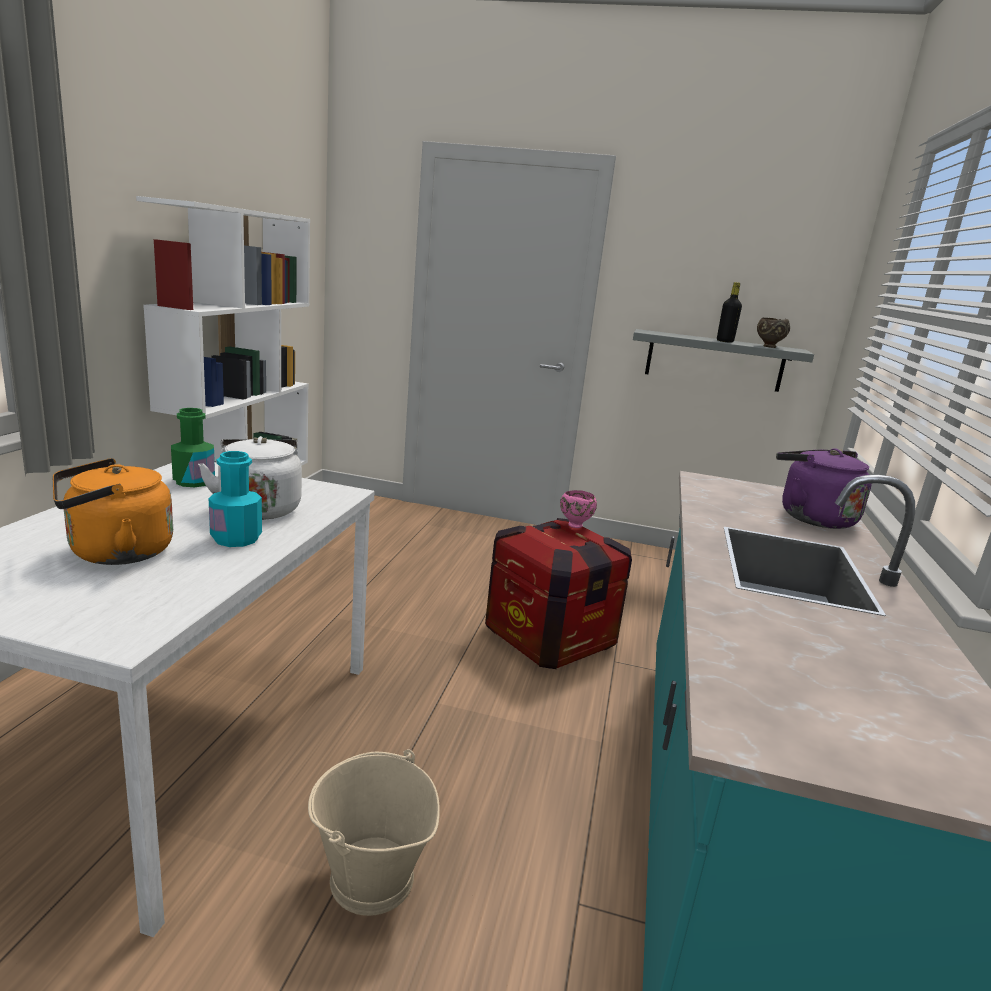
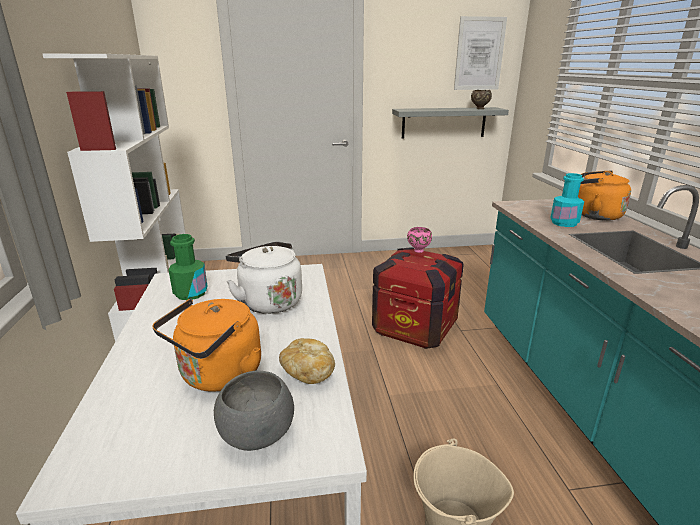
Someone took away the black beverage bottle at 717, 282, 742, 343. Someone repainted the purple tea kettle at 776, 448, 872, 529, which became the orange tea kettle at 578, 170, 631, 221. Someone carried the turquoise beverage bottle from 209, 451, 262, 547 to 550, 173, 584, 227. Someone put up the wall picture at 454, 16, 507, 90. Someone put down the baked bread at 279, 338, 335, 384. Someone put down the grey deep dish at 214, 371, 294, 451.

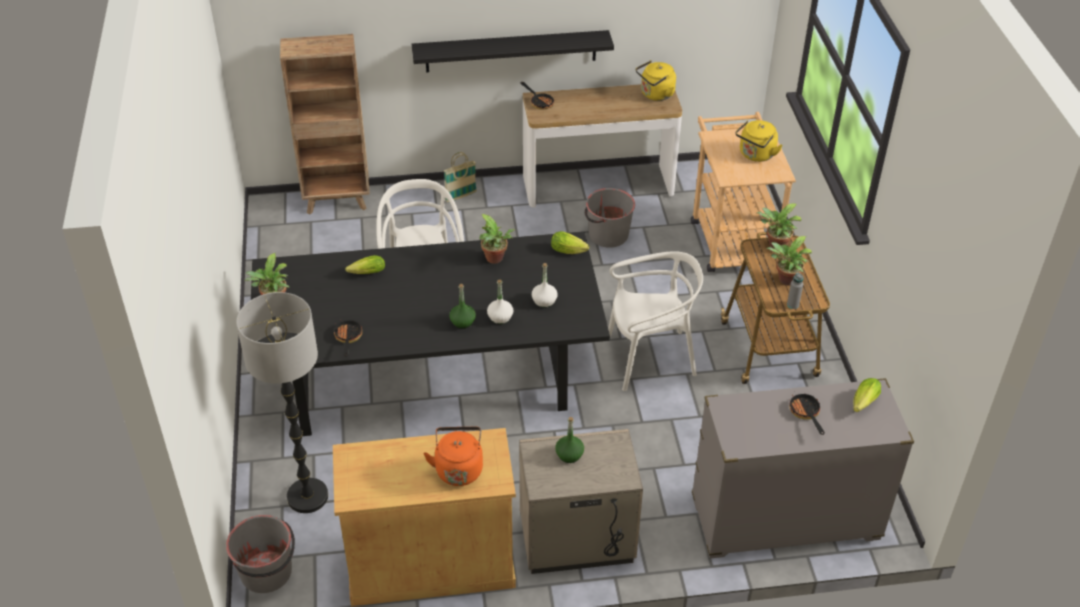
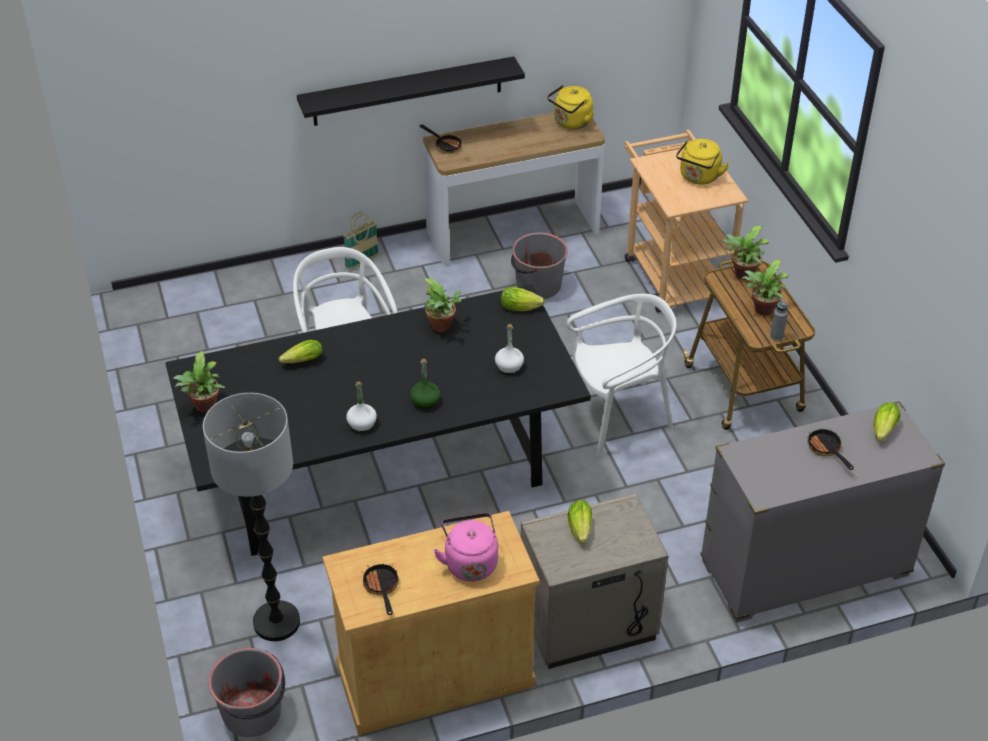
Someone took away the brown-coloured shelving unit at 280, 34, 370, 215. Someone carried the white beverage bottle from 487, 280, 513, 324 to 346, 381, 377, 432. Someone carried the pan from 334, 320, 362, 356 to 362, 564, 399, 615. Someone swapped the green beverage bottle at 555, 417, 584, 463 for the lettuce head at 567, 500, 592, 544. Someone repainted the orange tea kettle at 424, 427, 483, 486, which became the pink tea kettle at 434, 513, 498, 581.

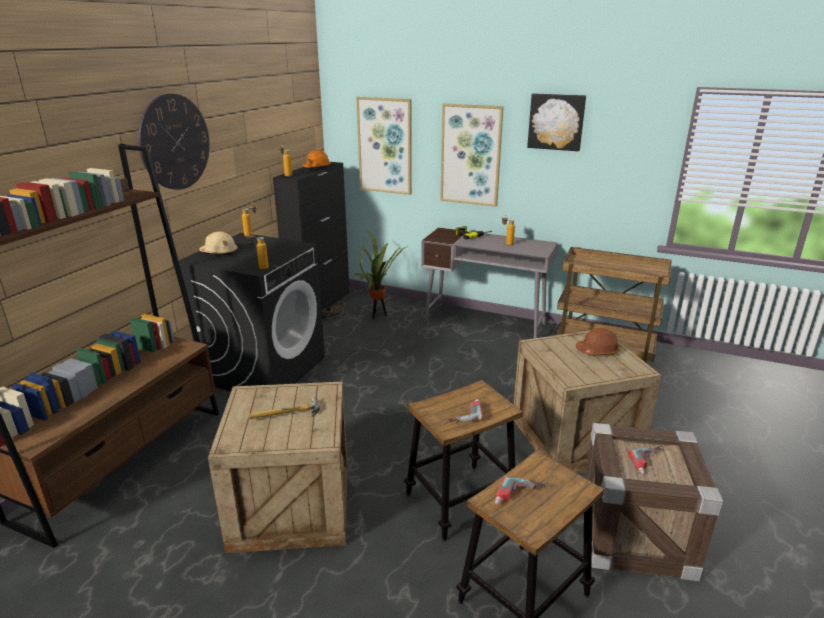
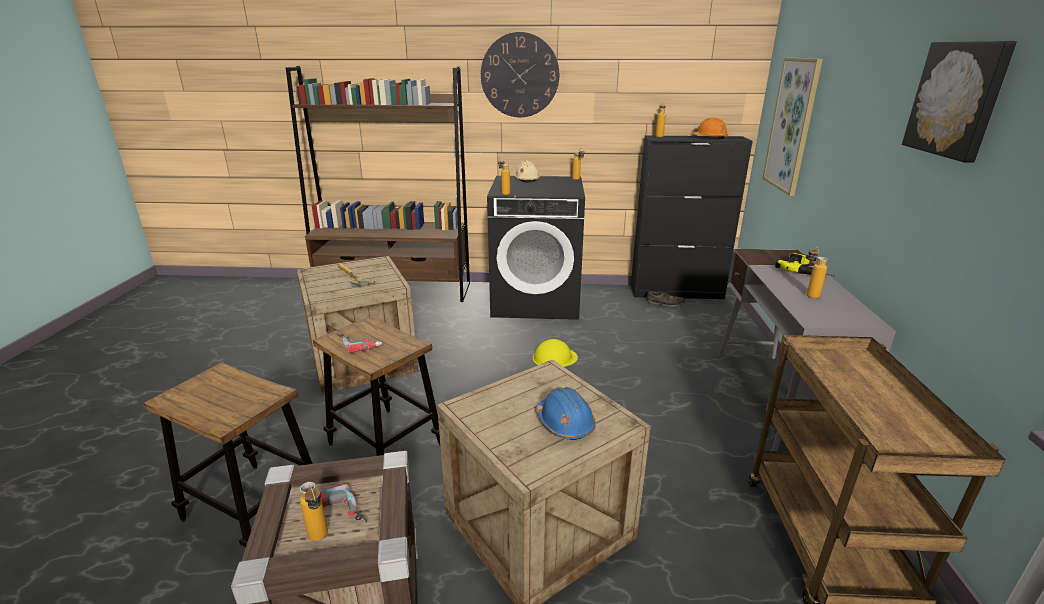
Someone took away the wall picture at 440, 104, 504, 207. Someone took away the plant in a pot at 354, 230, 408, 319. Someone repainted the brown-coloured safety helmet at 576, 328, 620, 355, which became the blue safety helmet at 536, 387, 596, 440. Someone took away the drill at 495, 476, 550, 505. Someone put down the yellowish safety helmet at 533, 339, 578, 367. Someone put down the beverage bottle at 300, 482, 328, 541.

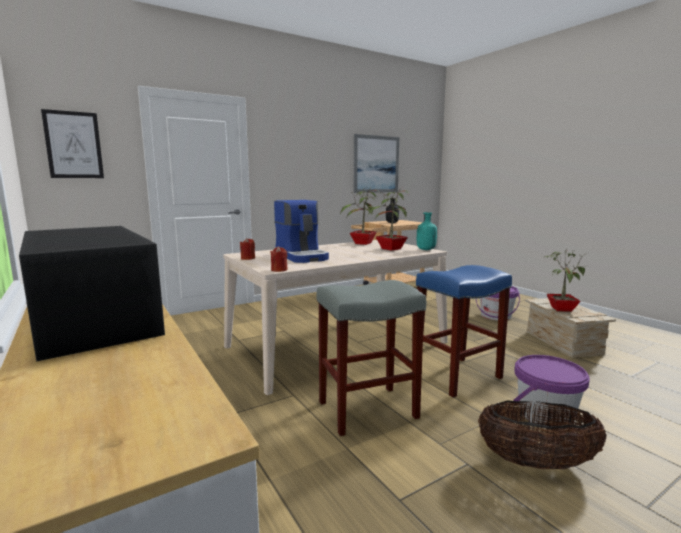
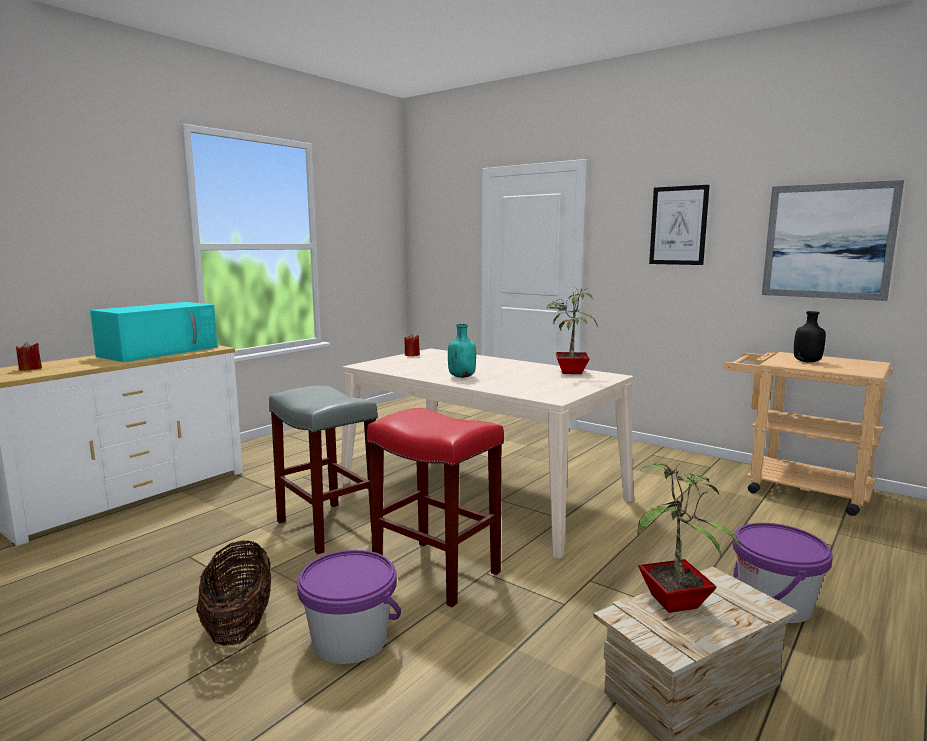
Someone carried the wall picture from 41, 109, 104, 178 to 649, 185, 710, 265. Someone took away the plant in a pot at 368, 188, 409, 251. Someone took away the coffee brewer at 274, 200, 329, 263. Someone carried the turquoise beverage bottle from 417, 212, 437, 250 to 448, 324, 476, 378. Someone repainted the black kitchen microwave at 19, 226, 165, 361, which became the turquoise kitchen microwave at 90, 302, 218, 362. Someone carried the reddish wax light from 270, 247, 288, 272 to 16, 341, 42, 371. Someone repainted the blue stool at 416, 265, 512, 398, which became the reddish stool at 367, 408, 504, 607.

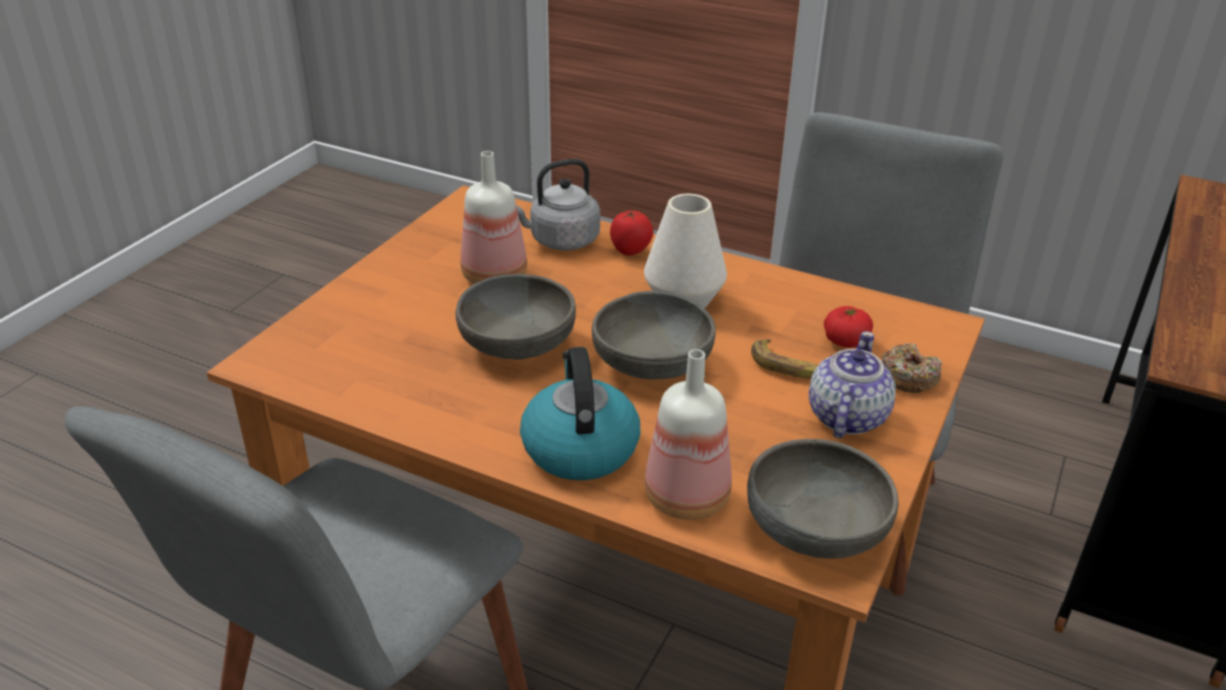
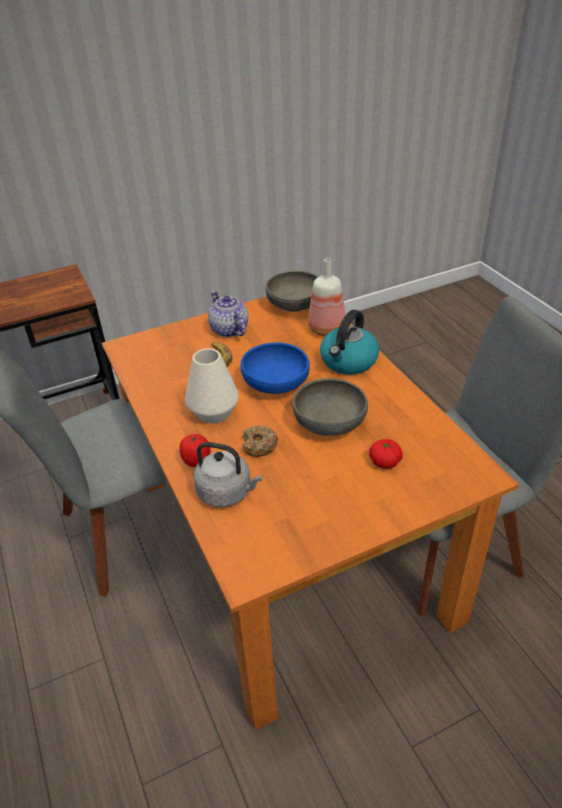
Someone took away the beverage bottle at 461, 151, 527, 284. Someone repainted the grey deep dish at 592, 291, 716, 379, which became the blue deep dish at 240, 342, 310, 394. Someone carried the whole tomato from 824, 306, 873, 348 to 369, 439, 403, 469. Someone rotated the teapot at 809, 331, 896, 438 by 90 degrees clockwise. Someone carried the donut from 881, 343, 942, 393 to 243, 425, 278, 457.

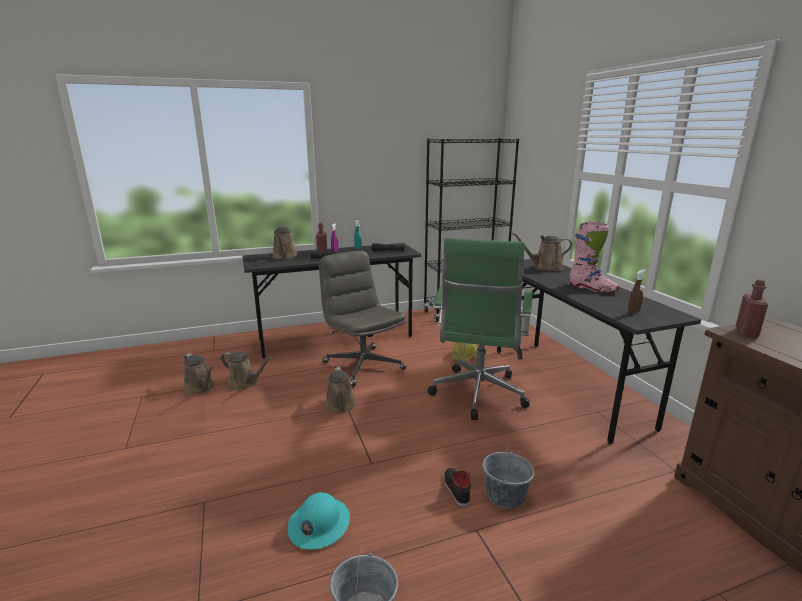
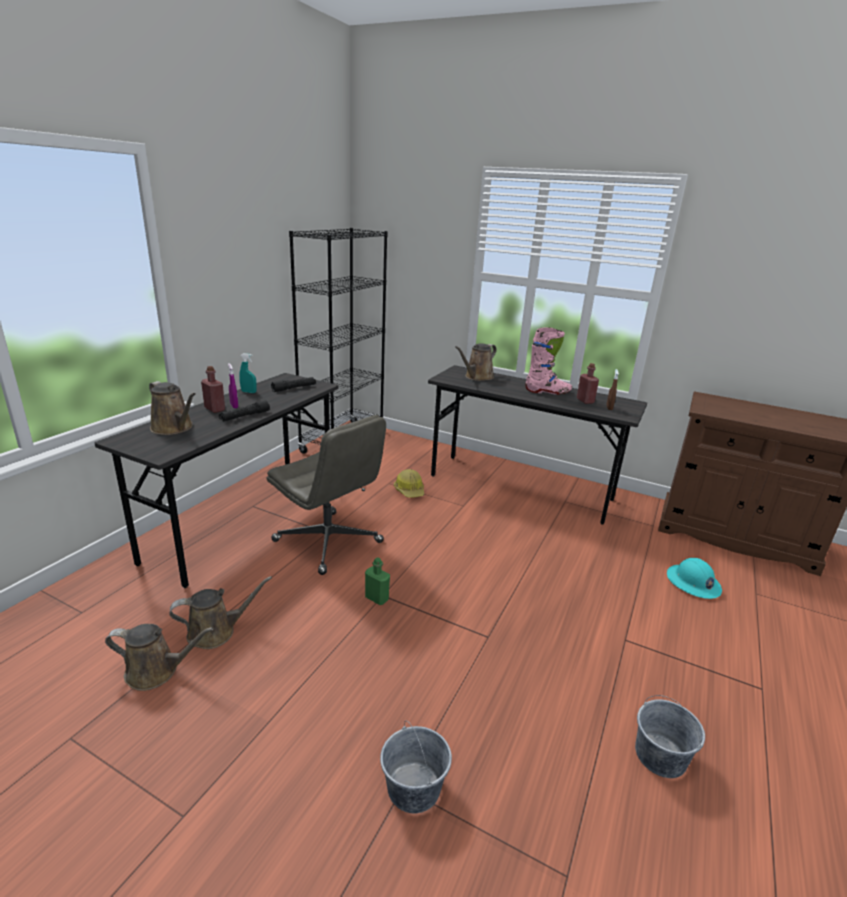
Someone took away the green desk chair at 427, 237, 533, 420. Someone rotated the grey desk chair at 319, 250, 407, 387 by 150 degrees counterclockwise. Someone carried the reddish beverage bottle from 735, 279, 768, 338 to 577, 363, 599, 404. Someone swapped the brown-coloured sprinkling can at 325, 367, 356, 413 for the green beverage bottle at 365, 558, 390, 605. Someone carried the grey water bucket from 483, 441, 535, 509 to 380, 721, 452, 813. Someone took away the black item of footwear at 444, 468, 471, 507. Someone carried the turquoise safety helmet from 287, 492, 350, 549 to 667, 558, 722, 599.

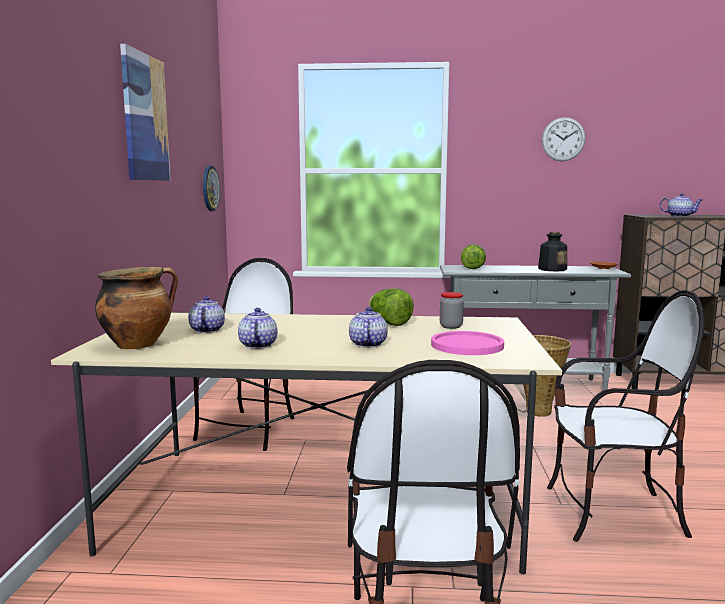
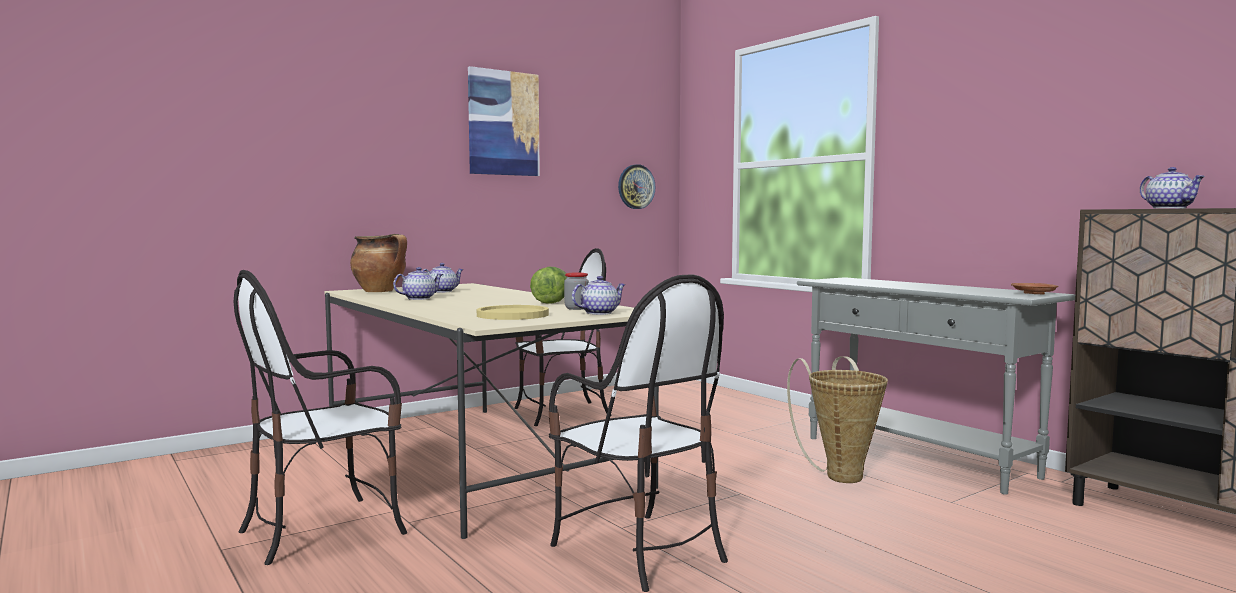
Someone took away the wall clock at 542, 117, 586, 161. Someone took away the beverage bottle at 538, 232, 567, 271. Someone took away the lettuce head at 461, 244, 486, 269. Someone carried the teapot from 349, 307, 388, 348 to 572, 276, 626, 315. Someone repainted the pink plate at 431, 331, 504, 355, which became the yellowish plate at 477, 305, 549, 320.

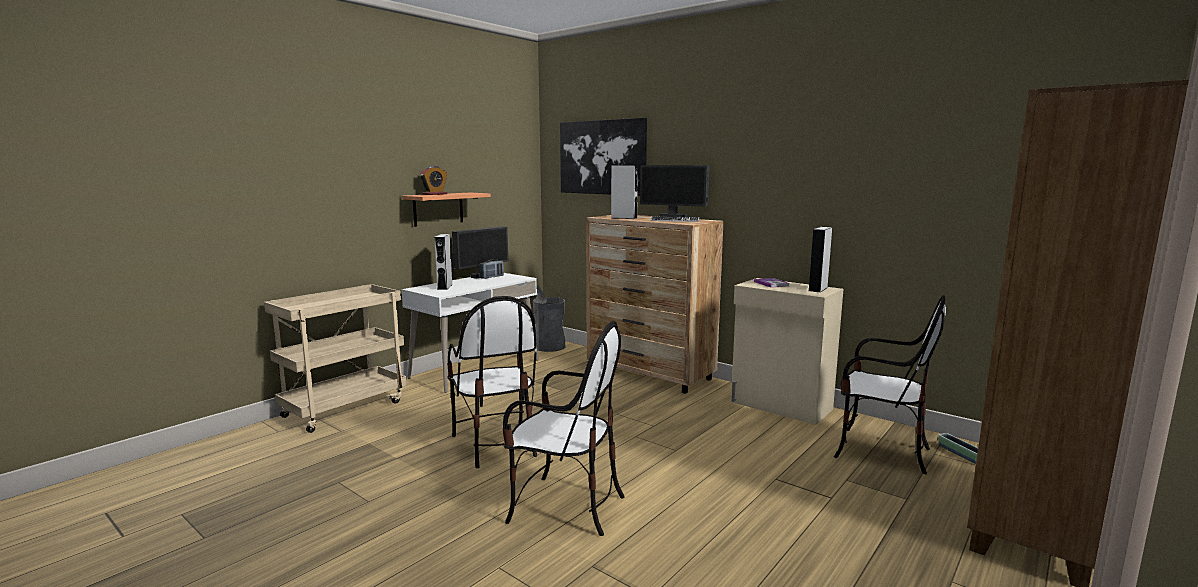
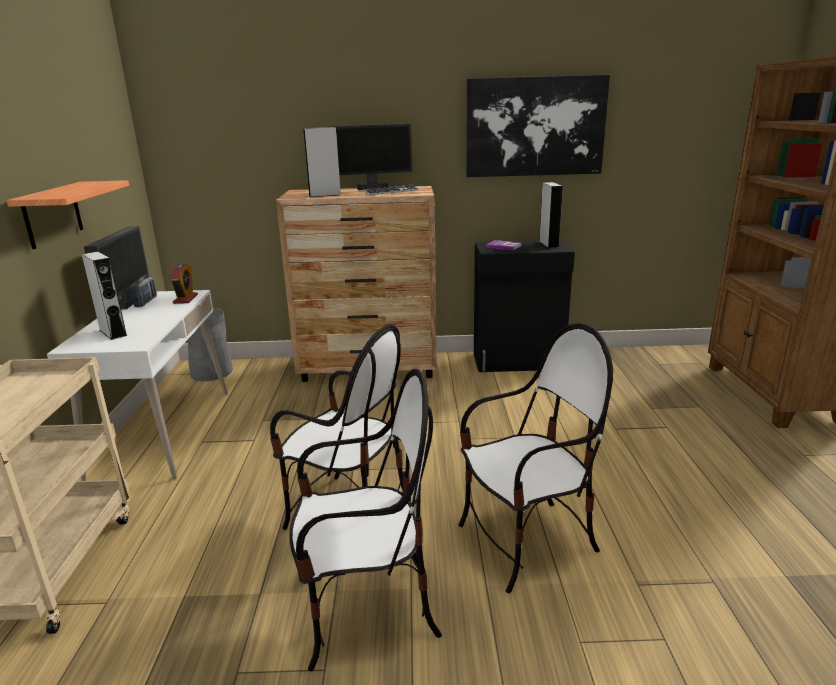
Someone carried the wall picture from 560, 118, 647, 196 to 466, 75, 610, 177. Someone carried the table clock from 420, 166, 447, 195 to 170, 263, 198, 304. Someone repainted the beige storage cabinet at 731, 278, 844, 425, which became the black storage cabinet at 474, 240, 575, 372. Someone carried the chair from 834, 295, 946, 474 to 290, 369, 442, 671. Someone took away the flower pot at 938, 433, 978, 464.

